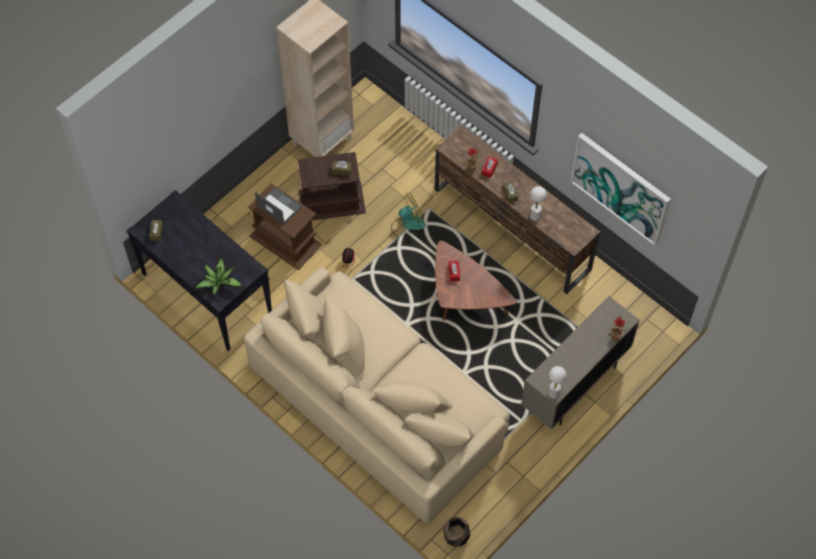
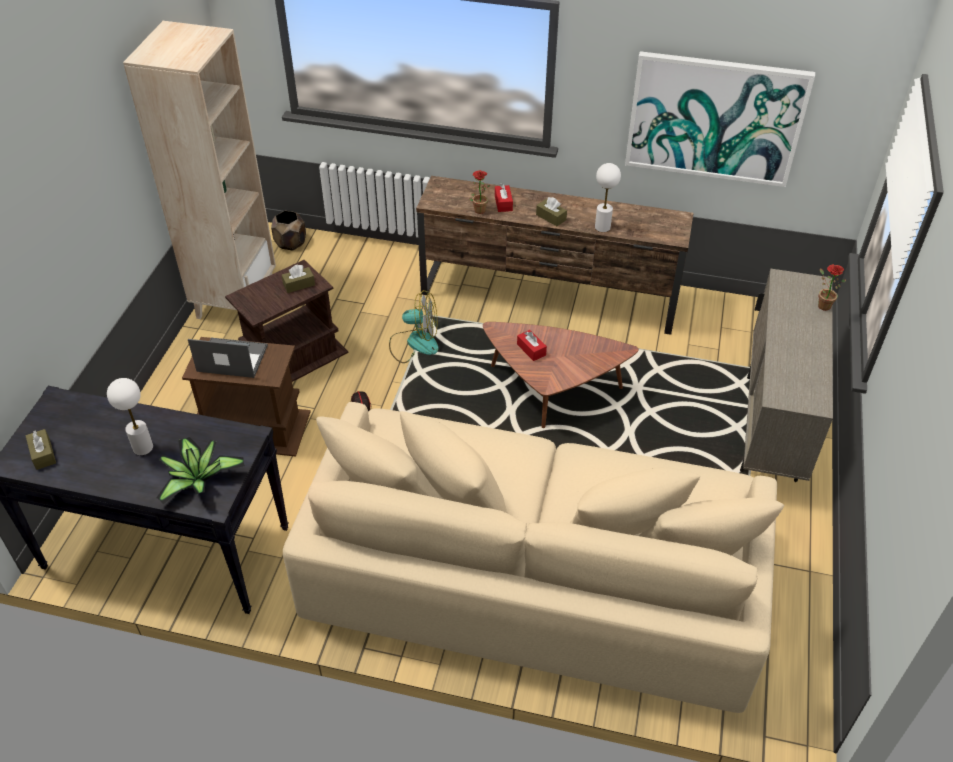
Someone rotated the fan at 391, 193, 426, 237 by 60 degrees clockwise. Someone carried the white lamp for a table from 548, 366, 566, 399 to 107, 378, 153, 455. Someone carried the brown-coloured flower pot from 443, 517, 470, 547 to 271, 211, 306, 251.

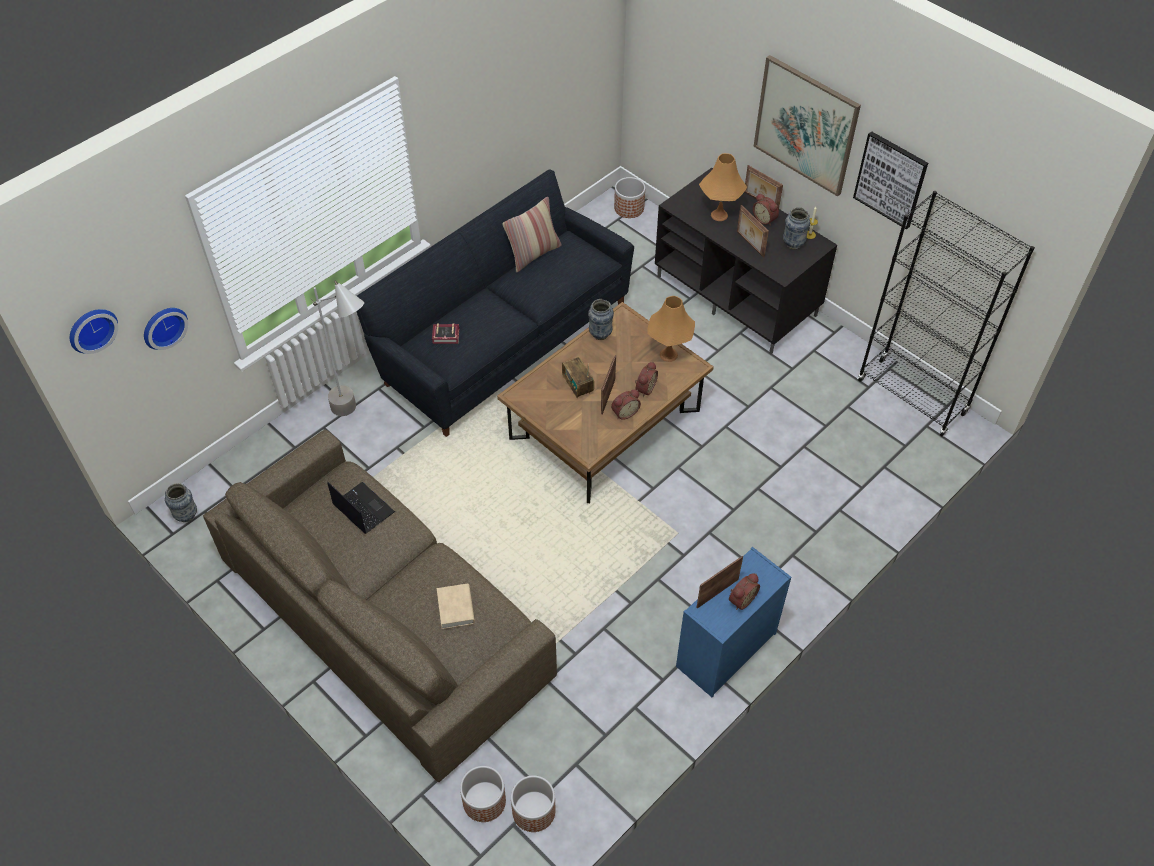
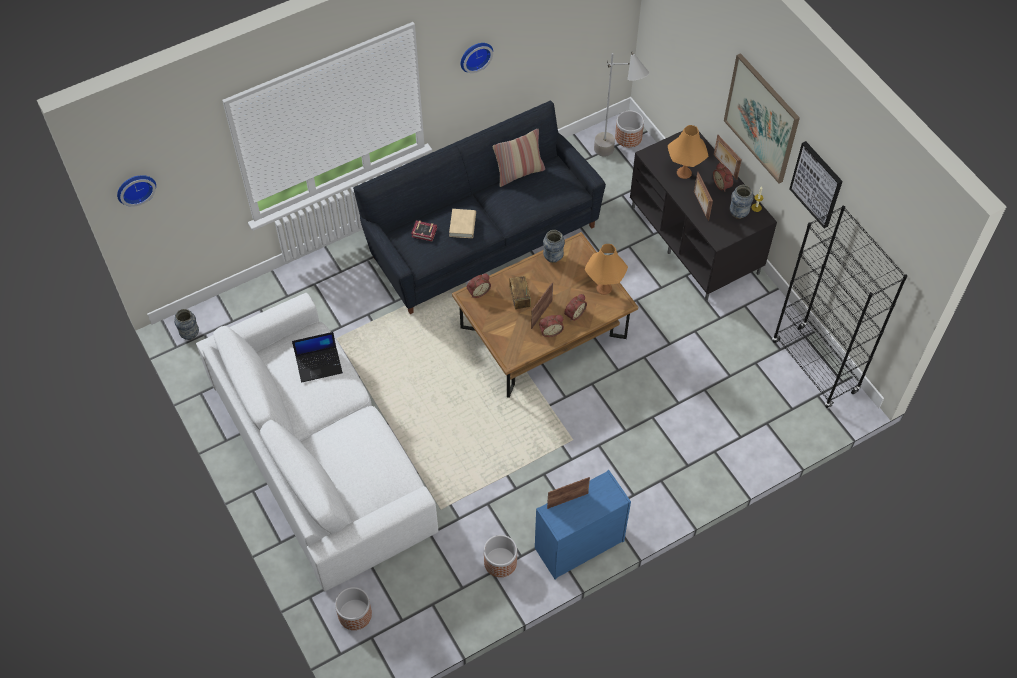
Someone carried the grey standing lamp from 311, 280, 364, 416 to 594, 52, 649, 156. Someone carried the wall clock from 144, 308, 188, 350 to 461, 43, 493, 73. Someone repainted the brown-coloured sofa at 203, 430, 557, 782, which became the white sofa at 196, 293, 438, 592. Someone rotated the notebook computer at 327, 482, 395, 533 by 105 degrees clockwise. Someone carried the table clock from 729, 573, 760, 610 to 467, 274, 491, 298. Someone carried the beige volume from 437, 584, 475, 629 to 449, 209, 476, 238. Someone carried the flower pot from 511, 775, 556, 832 to 484, 535, 517, 577.

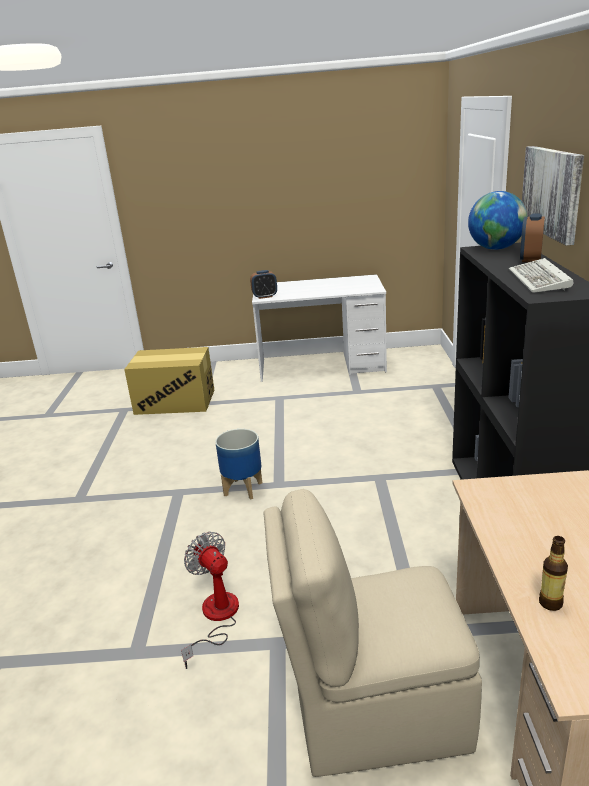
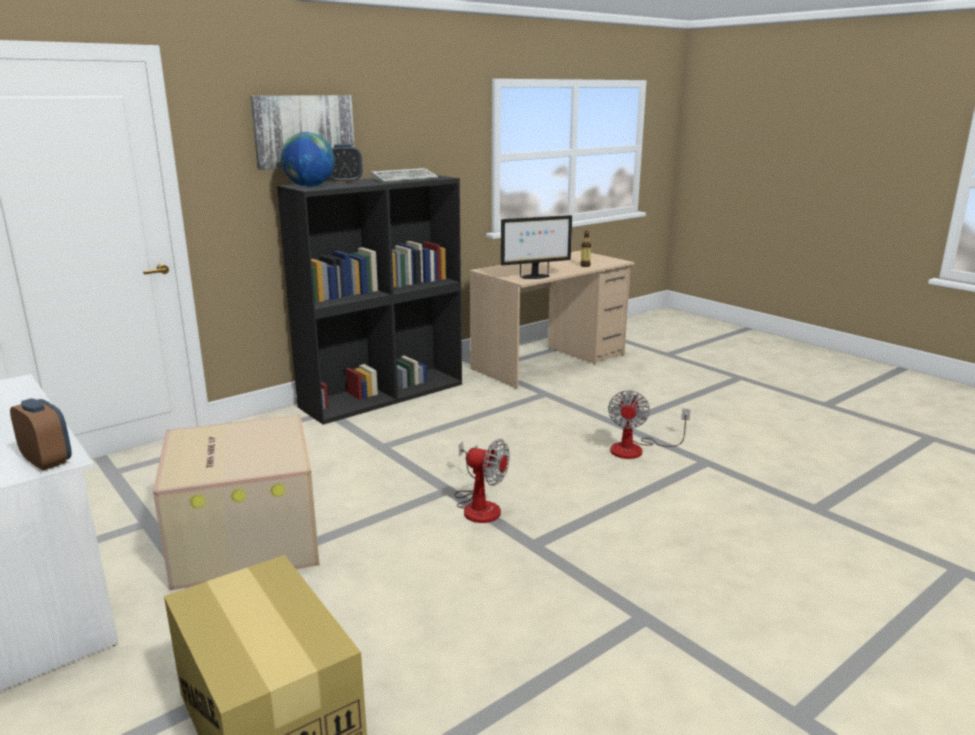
Someone swapped the flower pot at 215, 429, 262, 500 for the fan at 455, 439, 510, 523. Someone took away the beige chair at 263, 489, 482, 777. Someone put down the computer display at 501, 215, 572, 279. Someone put down the packing box at 153, 415, 319, 590.

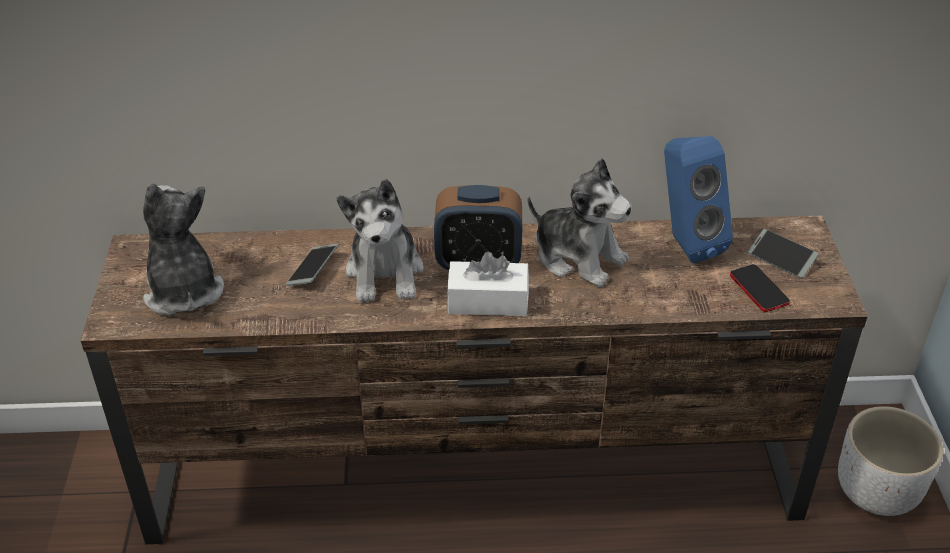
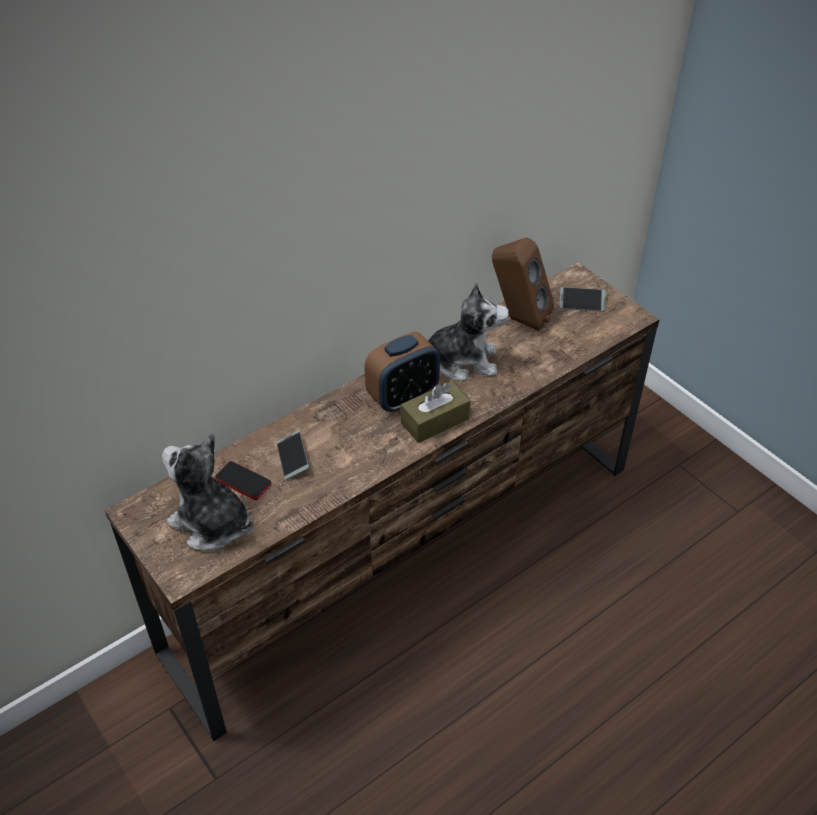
Someone repainted the blue audio speaker at 664, 136, 733, 263, which became the brown-coloured audio speaker at 492, 237, 554, 331. Someone took away the plush toy at 337, 179, 424, 303. Someone repainted the white box of tissues at 447, 251, 529, 316, which became the brown-coloured box of tissues at 401, 381, 471, 443. Someone carried the handset from 730, 264, 790, 312 to 215, 461, 272, 500. Someone took away the white flower pot at 838, 406, 943, 516.

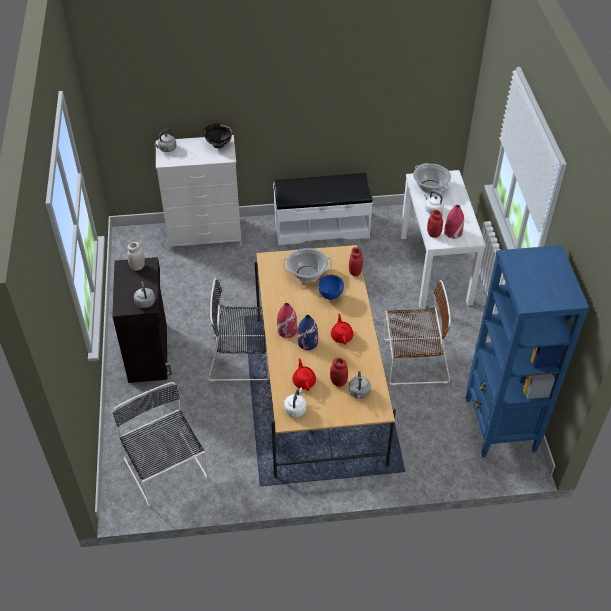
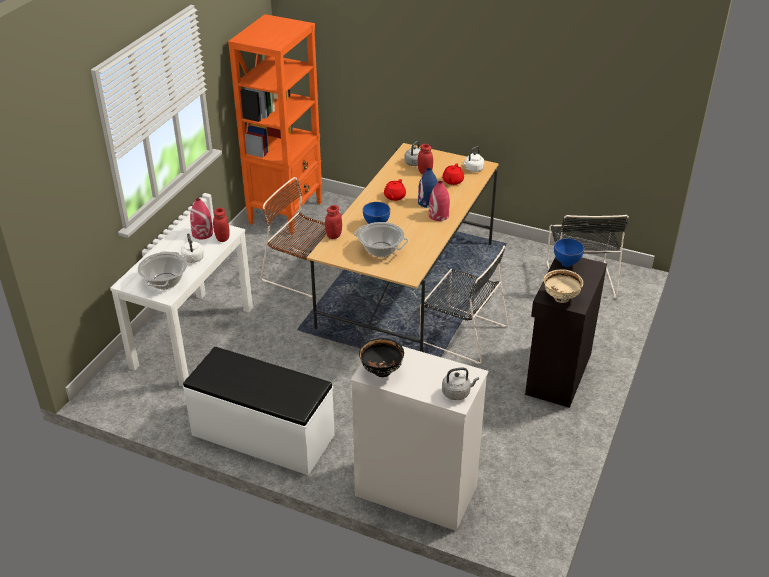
Someone swapped the white preserve jar at 127, 242, 145, 271 for the beige deep dish at 544, 269, 583, 303. Someone repainted the blue shelving unit at 466, 245, 589, 457, which became the orange shelving unit at 228, 14, 322, 235. Someone swapped the grey tea kettle at 134, 281, 155, 308 for the blue deep dish at 554, 238, 584, 267.

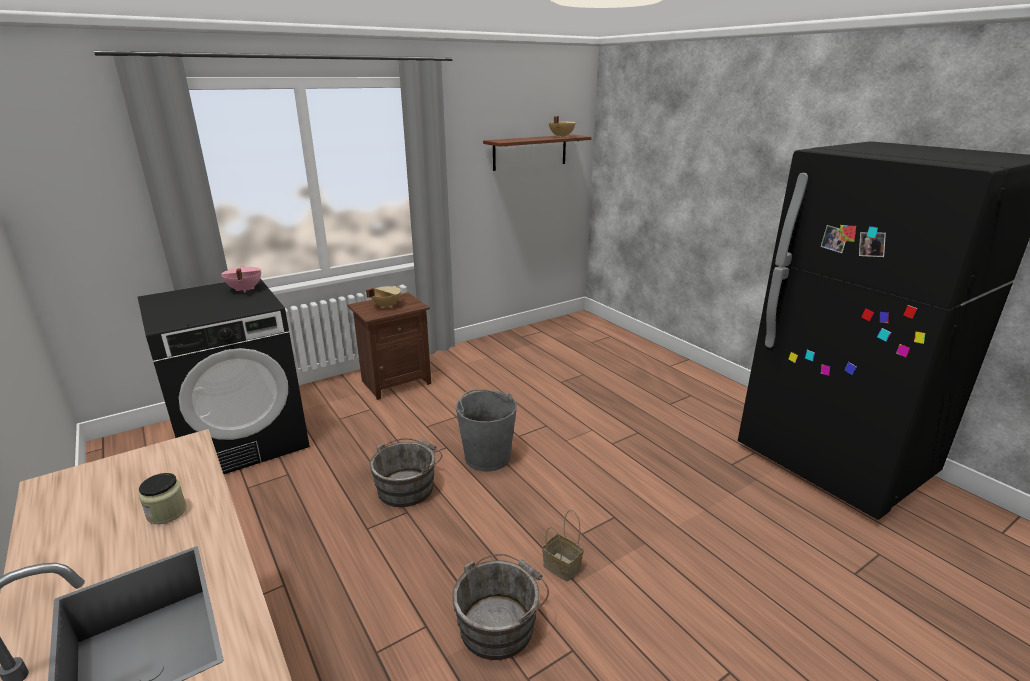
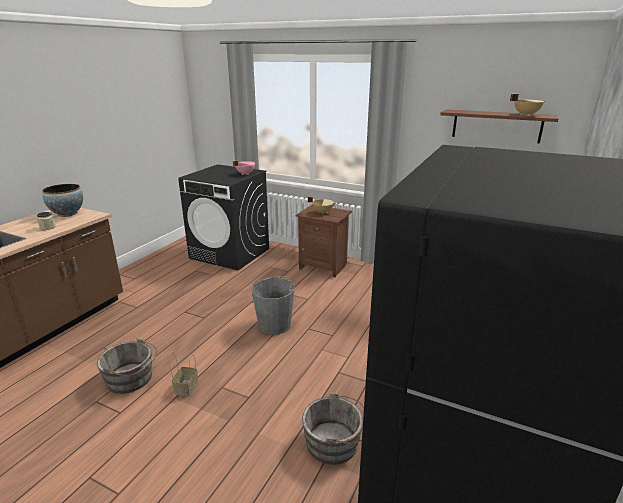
Someone carried the grey water bucket from 370, 438, 442, 507 to 302, 393, 364, 465. Someone put down the deep dish at 42, 184, 83, 217.

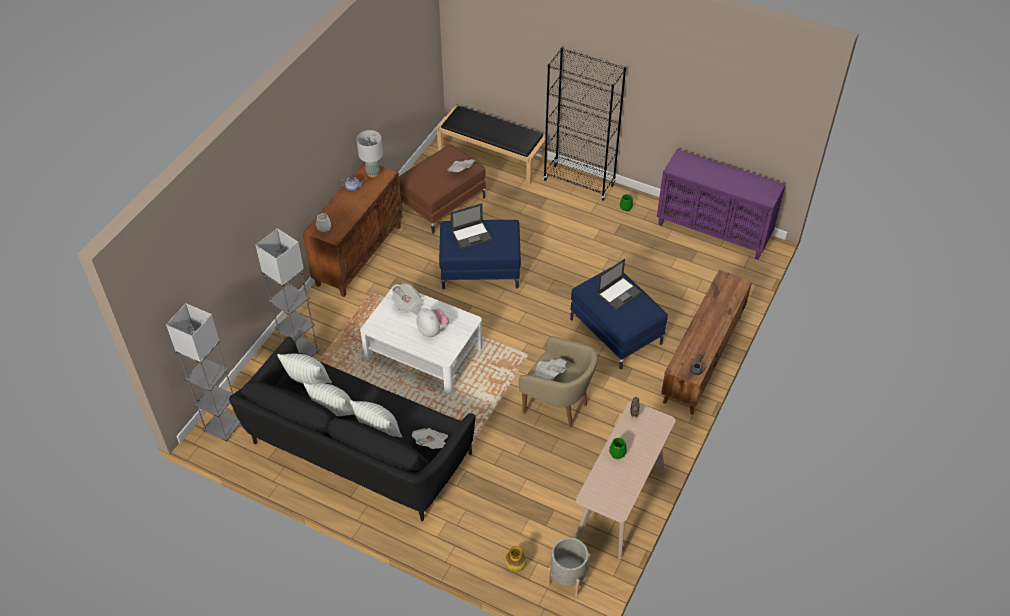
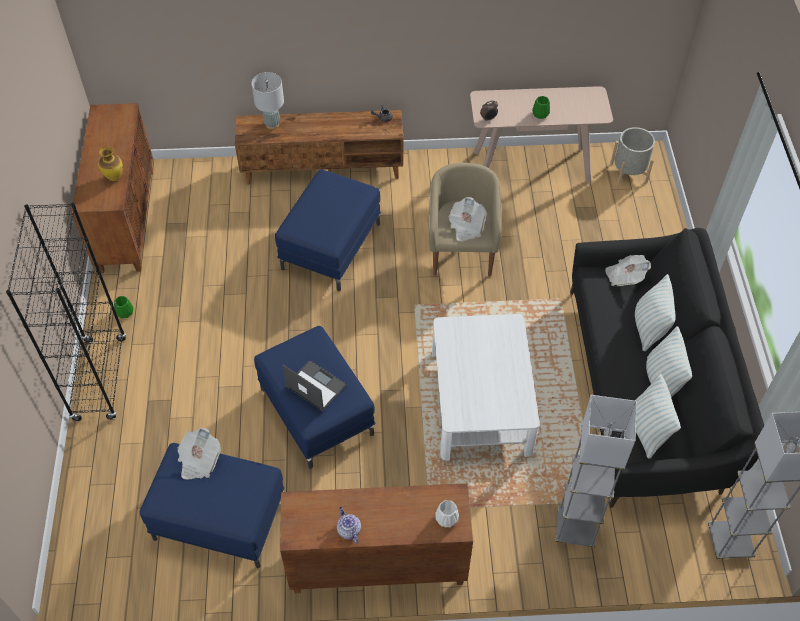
Someone took away the black bench at 437, 105, 548, 184. Someone carried the grey lamp for a table from 356, 130, 383, 177 to 251, 72, 284, 129. Someone repainted the brown-coloured footrest at 399, 144, 486, 234, which became the blue footrest at 140, 443, 284, 568. Someone repainted the purple storage cabinet at 657, 149, 786, 260, which became the brown-coloured storage cabinet at 71, 103, 153, 273. Someone took away the notebook computer at 597, 258, 642, 310. Someone took away the newspaper at 392, 283, 424, 315. Someone took away the plush toy at 417, 308, 449, 337. Someone carried the decorative vase from 505, 546, 526, 572 to 98, 146, 123, 181.

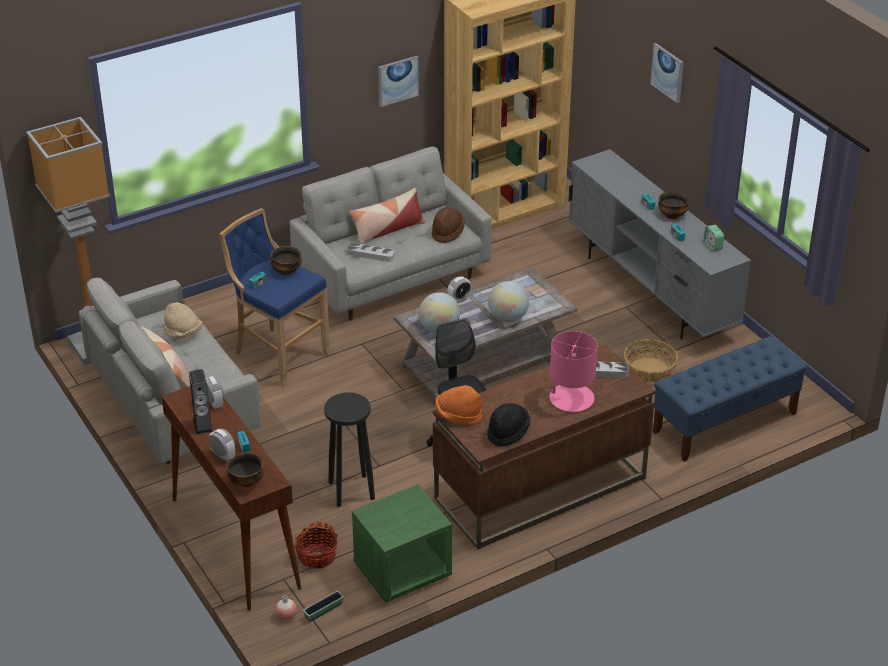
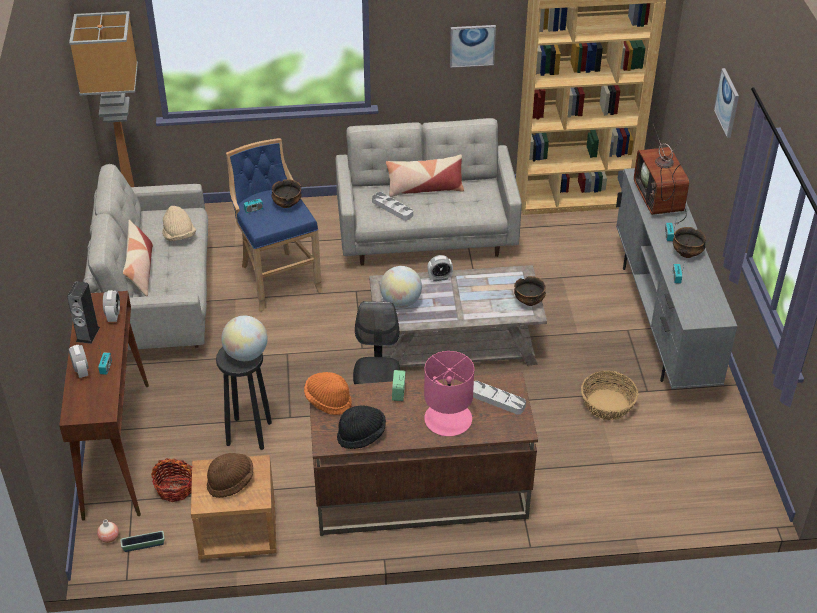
Someone carried the brown-coloured clothing hat from 432, 207, 465, 243 to 207, 453, 253, 498. Someone carried the table clock from 704, 225, 724, 251 to 392, 370, 406, 401. Someone carried the globe from 488, 281, 529, 322 to 221, 316, 268, 361. Someone took away the blue bench at 653, 336, 807, 462. Someone carried the deep dish from 226, 452, 264, 487 to 514, 276, 546, 306. Someone repainted the green nightstand at 352, 484, 452, 603, which became the brown-coloured nightstand at 191, 455, 277, 559. Someone put down the TV set at 634, 124, 689, 225.

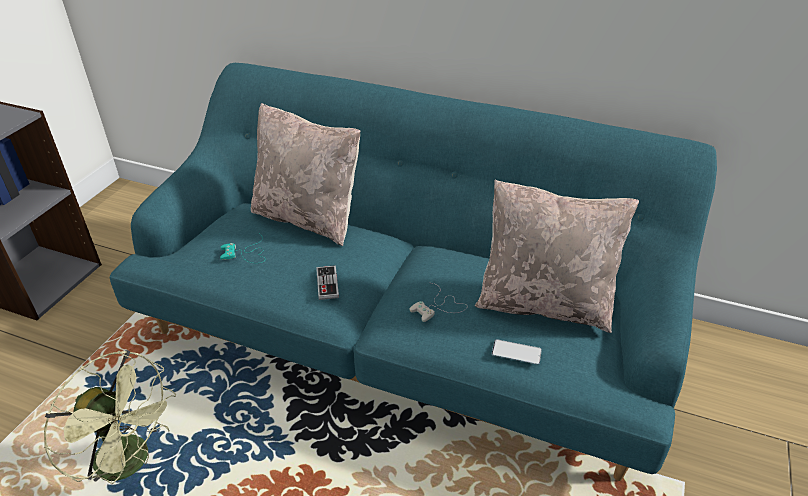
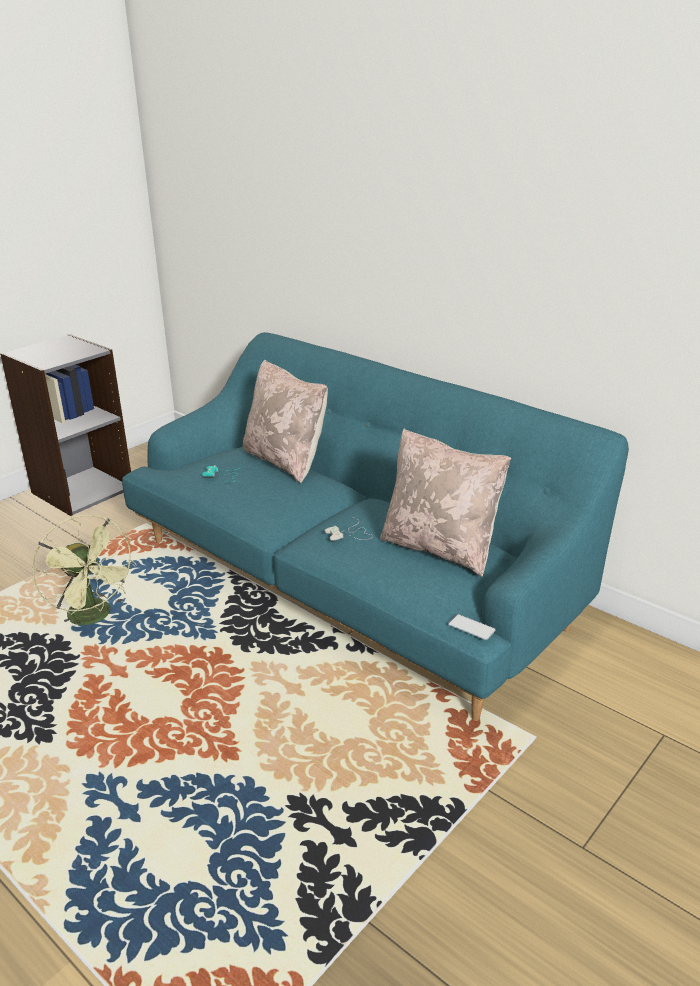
Someone took away the gamepad at 316, 265, 339, 300. Someone carried the handset from 492, 339, 542, 365 to 448, 614, 496, 640.

